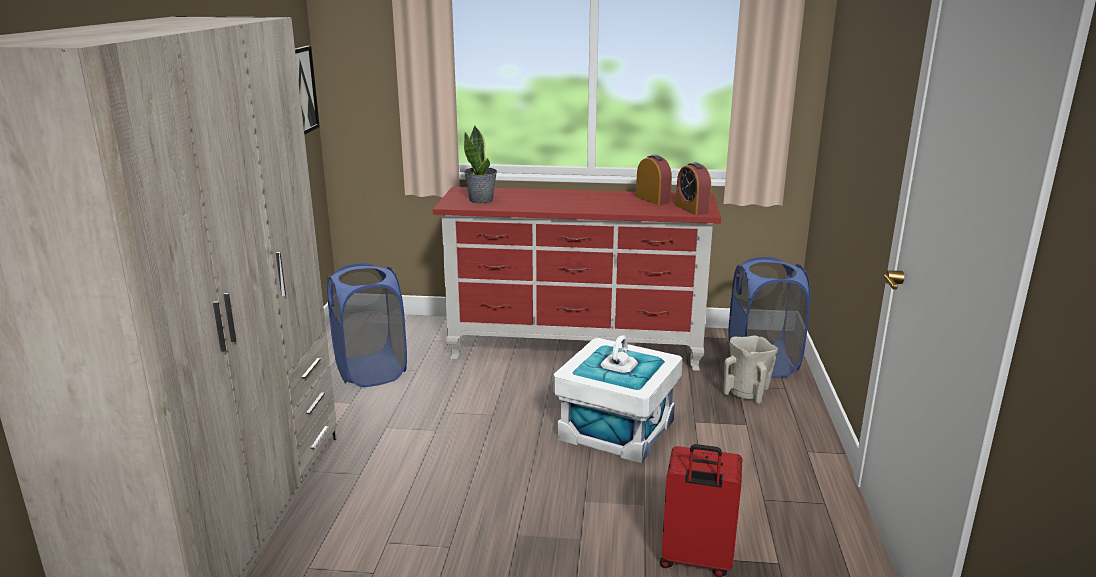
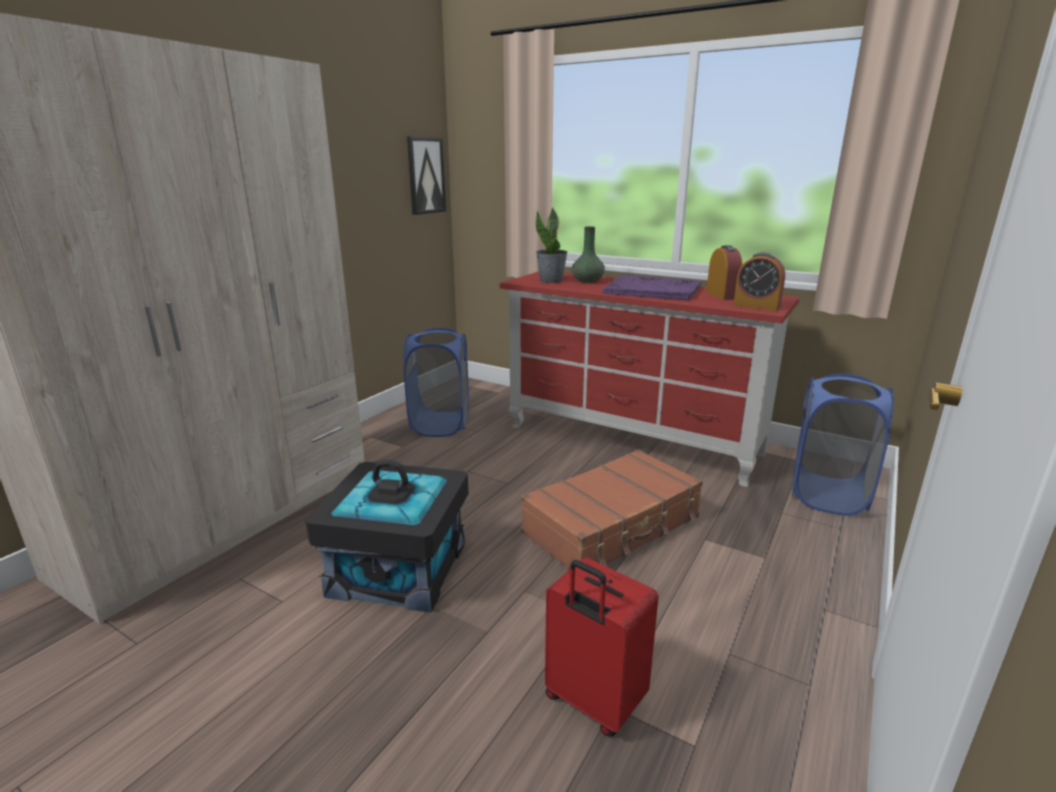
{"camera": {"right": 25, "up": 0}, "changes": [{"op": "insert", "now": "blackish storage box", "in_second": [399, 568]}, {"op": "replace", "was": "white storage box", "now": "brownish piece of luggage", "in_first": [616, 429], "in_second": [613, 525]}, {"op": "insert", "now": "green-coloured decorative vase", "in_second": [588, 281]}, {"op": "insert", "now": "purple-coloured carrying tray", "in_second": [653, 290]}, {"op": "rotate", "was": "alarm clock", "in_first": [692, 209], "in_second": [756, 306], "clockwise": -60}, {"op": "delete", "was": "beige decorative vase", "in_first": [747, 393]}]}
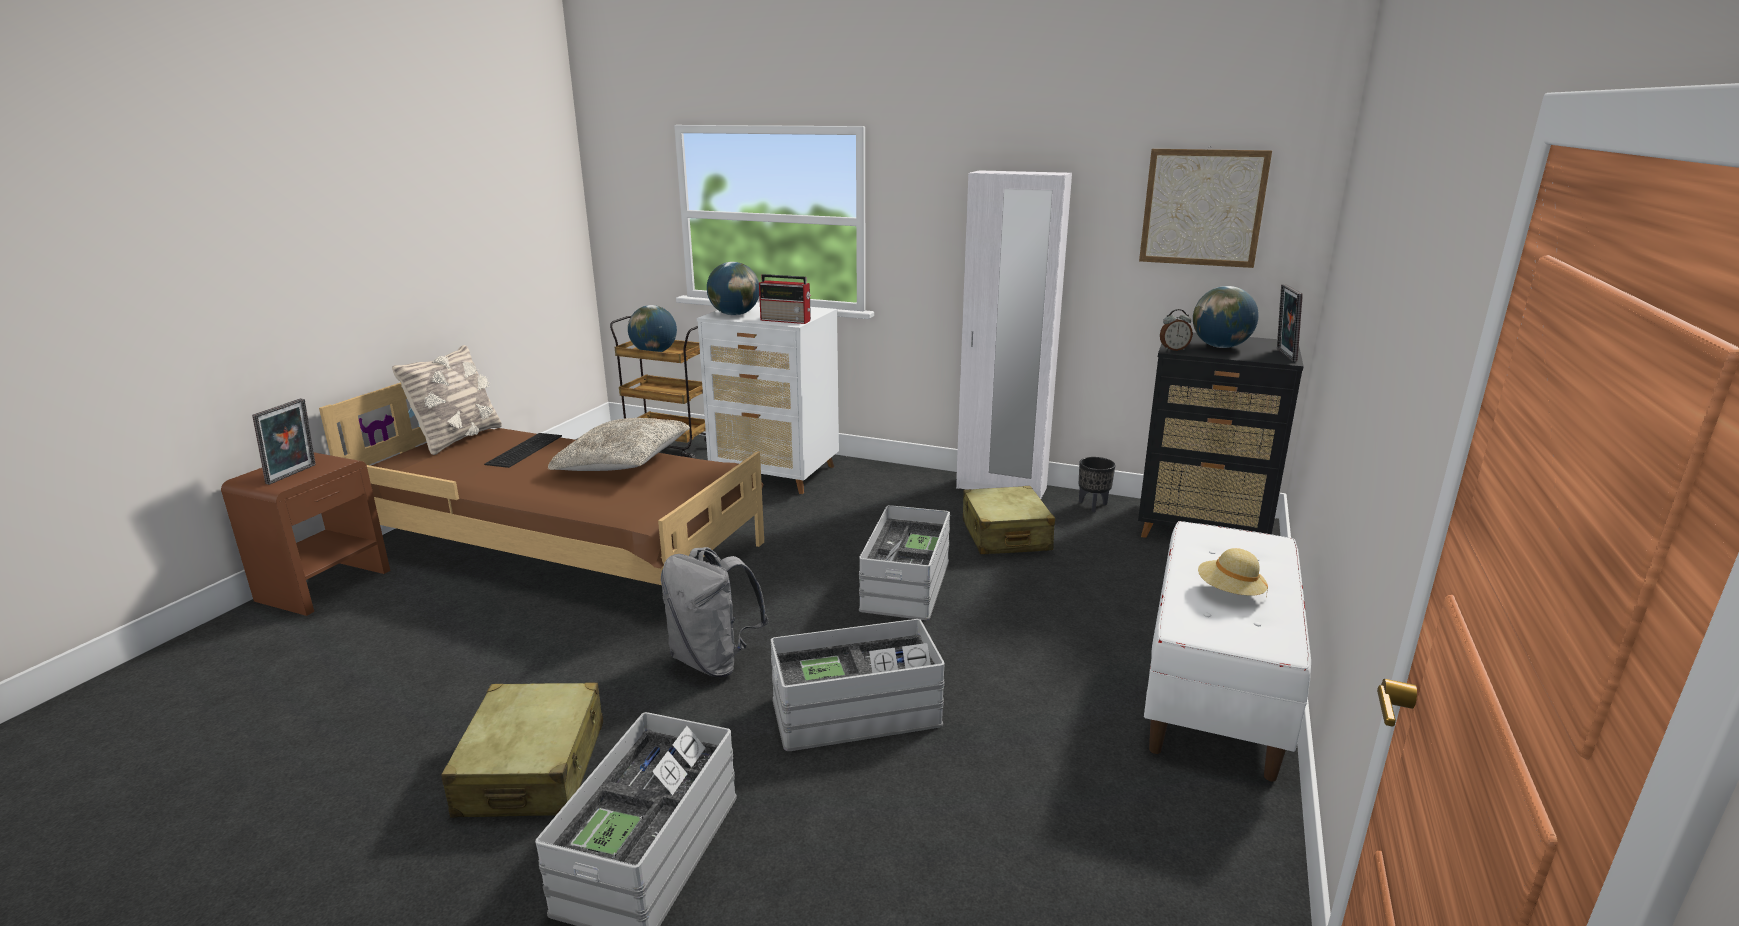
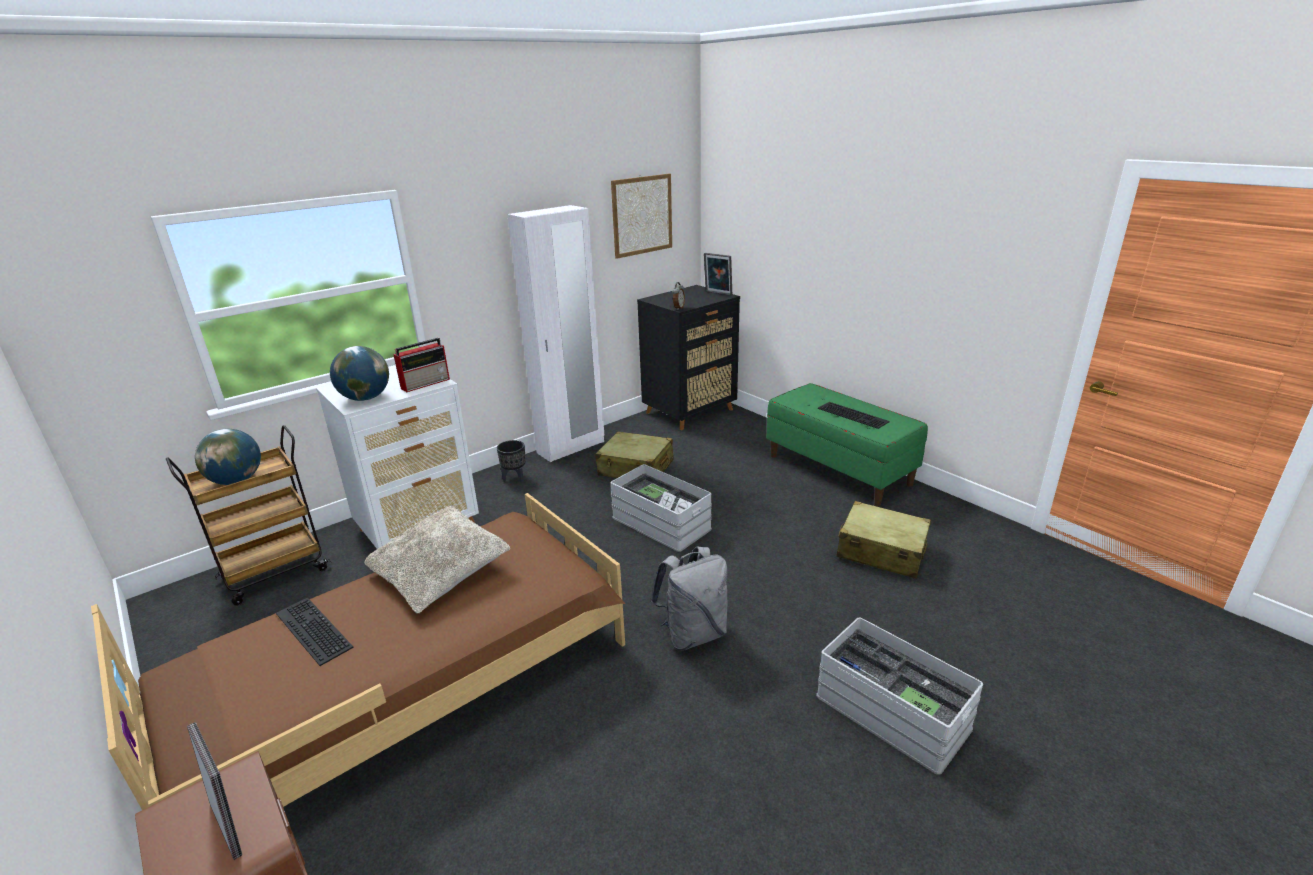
{"camera": {"right": -60, "up": 5}, "changes": [{"op": "move", "was": "blackish plant pot", "in_first": [1093, 506], "in_second": [515, 478]}, {"op": "recolor", "was": "white long seat", "now": "green-coloured long seat", "in_first": [1216, 689], "in_second": [839, 470]}, {"op": "replace", "was": "beige wearable hat", "now": "PC keyboard", "in_first": [1229, 592], "in_second": [854, 415]}, {"op": "move", "was": "beige piece of luggage", "in_first": [533, 769], "in_second": [881, 551]}, {"op": "delete", "was": "beige throw pillow", "in_first": [459, 439]}, {"op": "delete", "was": "grey storage box", "in_first": [856, 710]}, {"op": "delete", "was": "globe", "in_first": [1220, 346]}]}
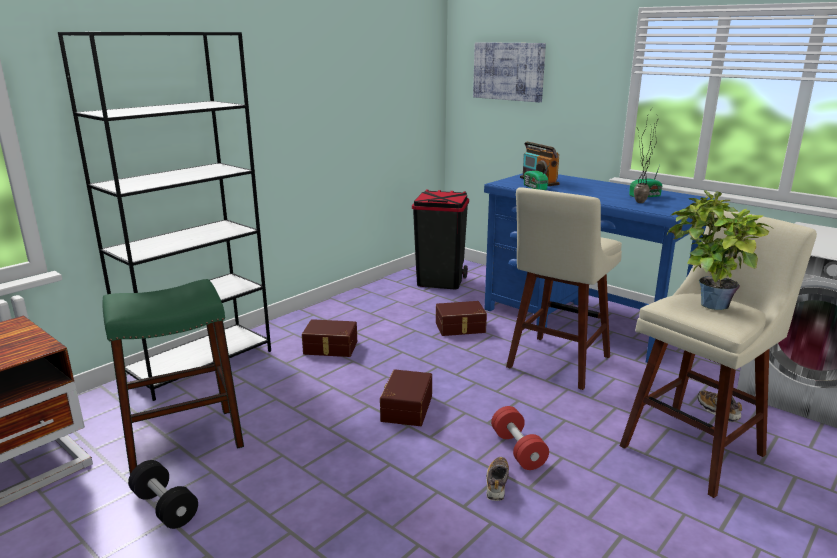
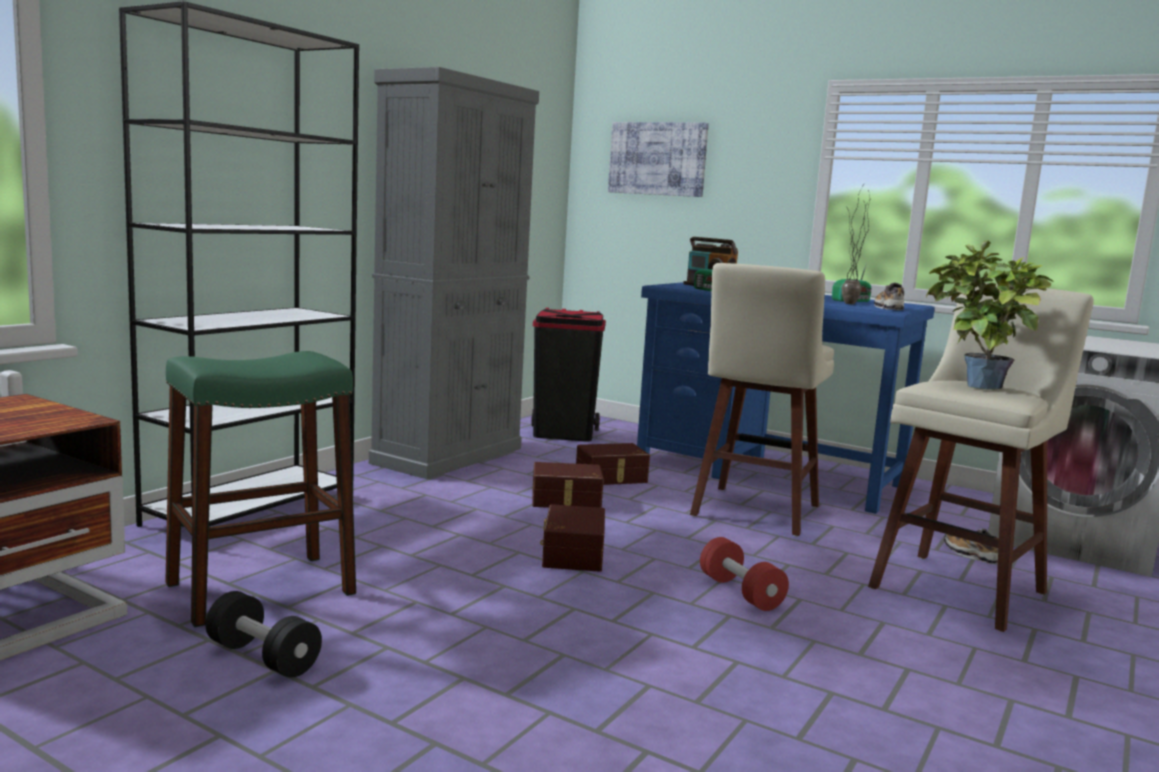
{"camera": {"right": -10, "up": -10}, "changes": [{"op": "insert", "now": "grey cabinet", "in_second": [448, 455]}, {"op": "move", "was": "brownish storage box", "in_first": [330, 348], "in_second": [566, 501]}, {"op": "move", "was": "shoe", "in_first": [497, 484], "in_second": [888, 308]}]}
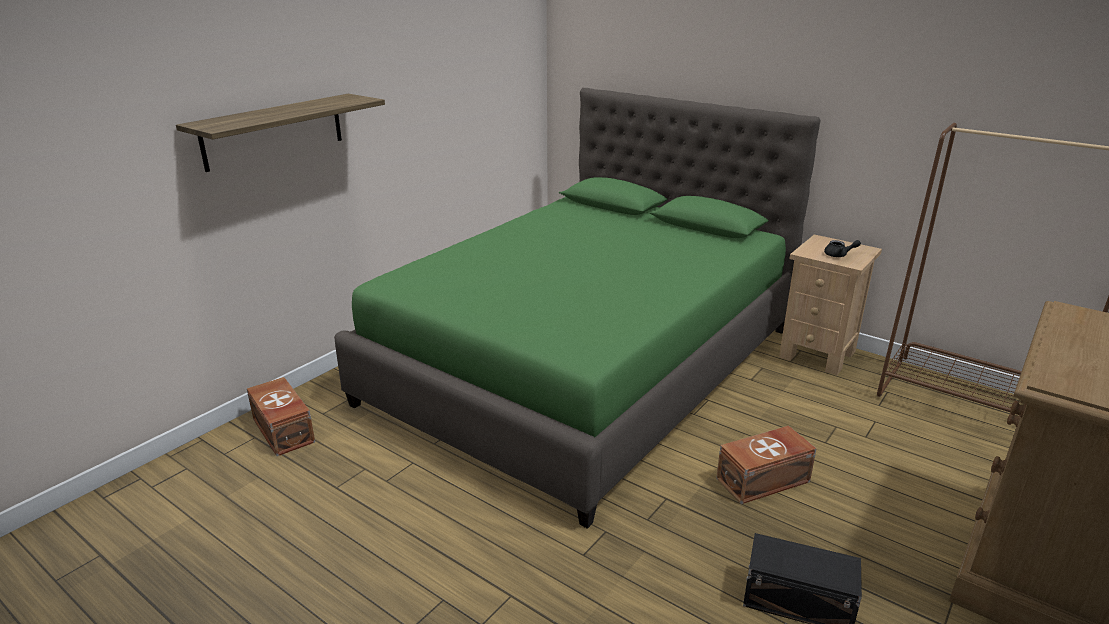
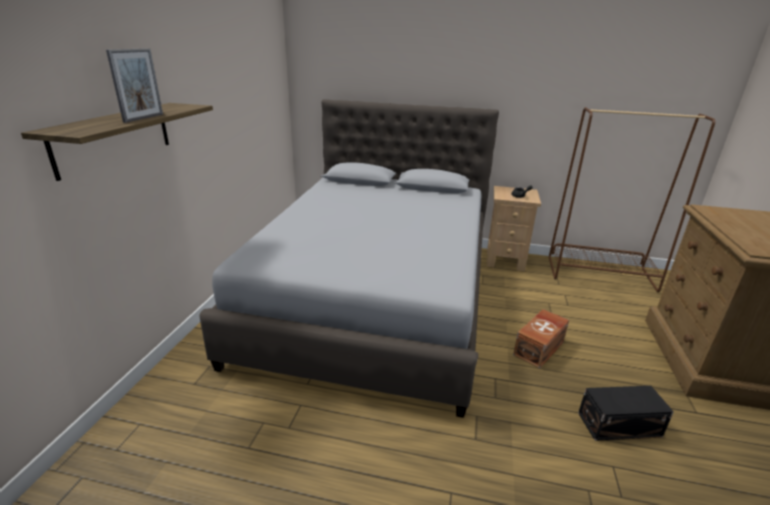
{"camera": {"right": -25, "up": 0}, "changes": [{"op": "insert", "now": "standing frame", "in_second": [144, 118]}, {"op": "recolor", "was": "green-coloured bedroom bed", "now": "grey bedroom bed", "in_first": [586, 364], "in_second": [376, 295]}, {"op": "delete", "was": "brownish storage box", "in_first": [282, 431]}]}
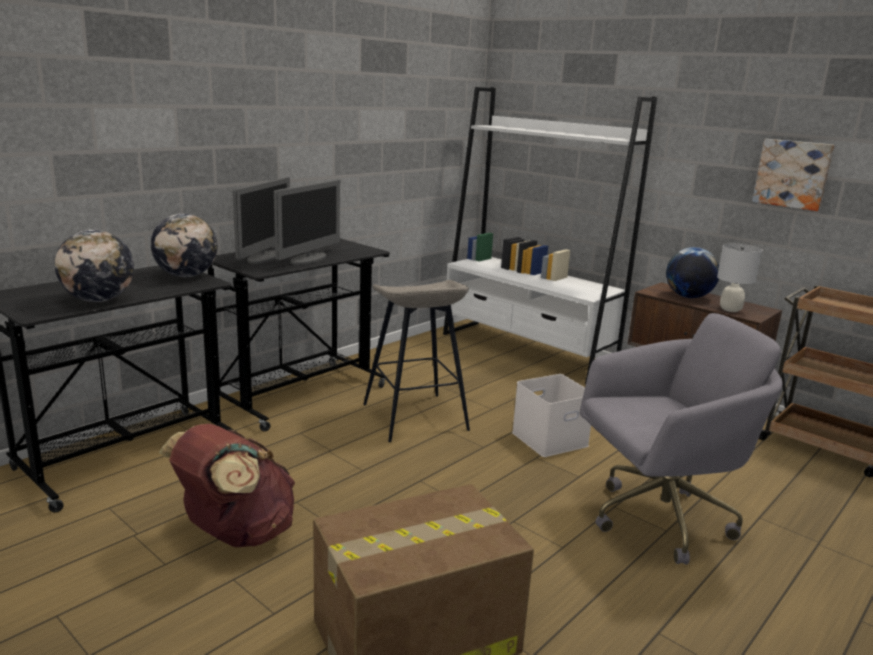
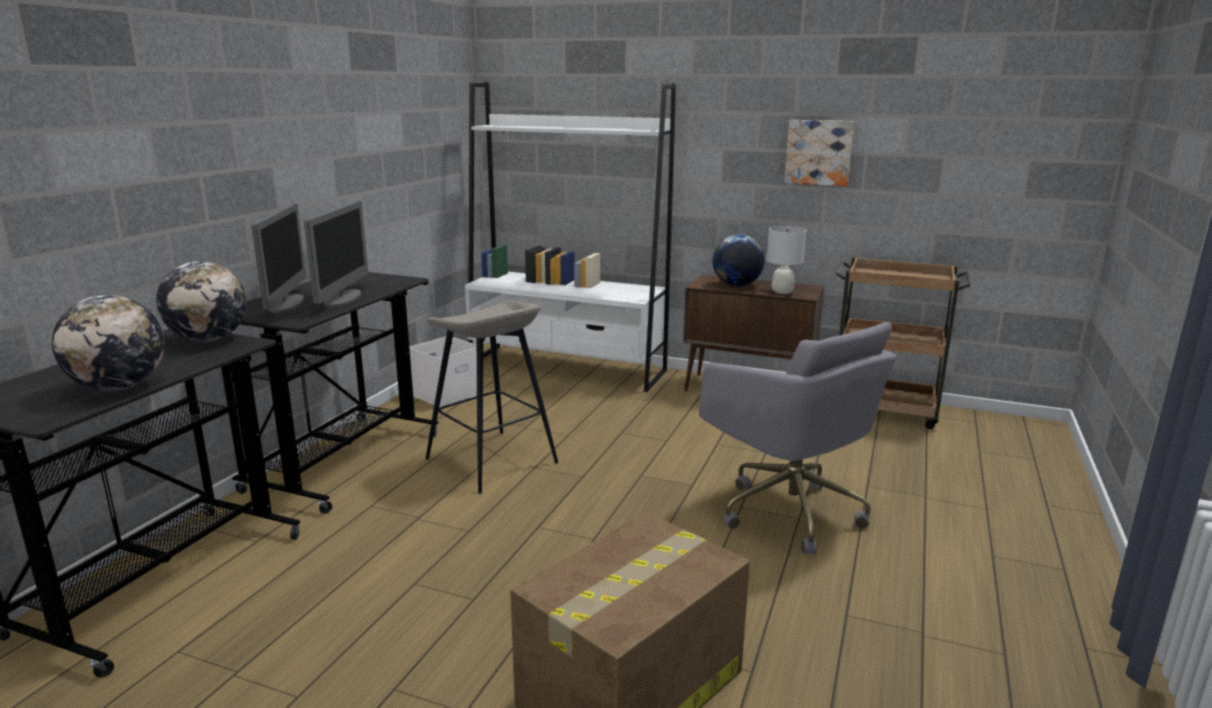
{"camera": {"right": -20, "up": 0}, "changes": [{"op": "move", "was": "white storage box", "in_first": [550, 438], "in_second": [447, 394]}, {"op": "rotate", "was": "grey office chair", "in_first": [655, 522], "in_second": [785, 512], "clockwise": 90}, {"op": "delete", "was": "brownish knapsack", "in_first": [235, 534]}]}
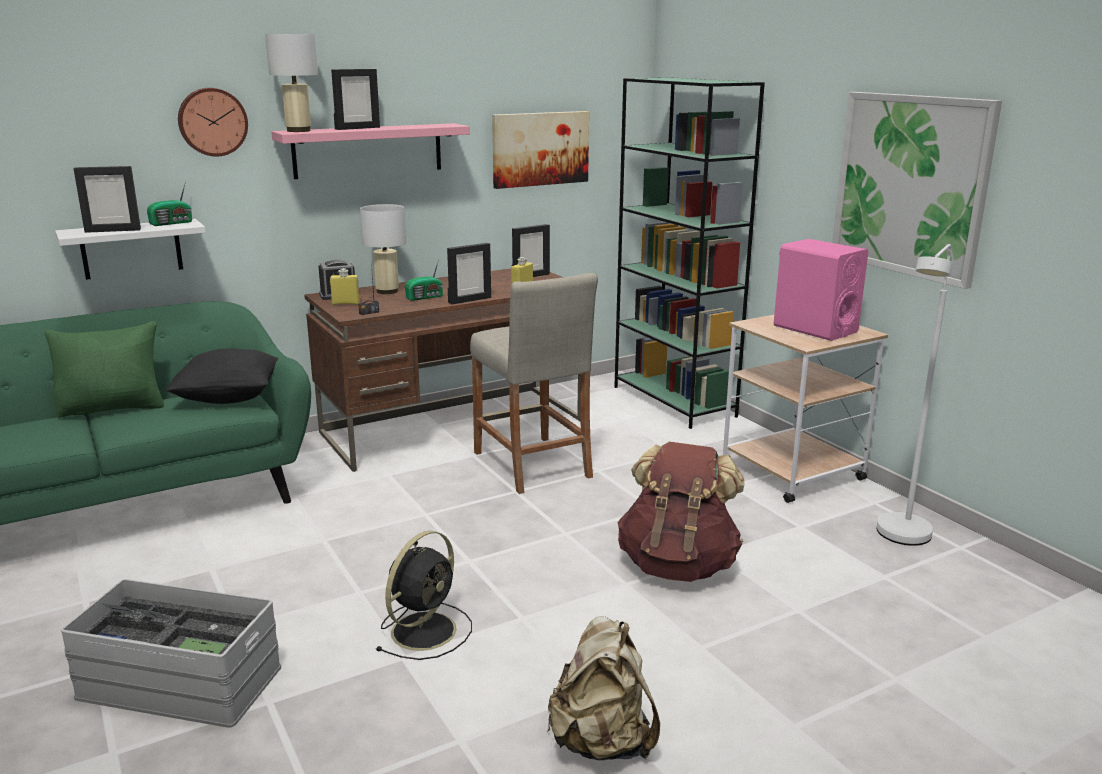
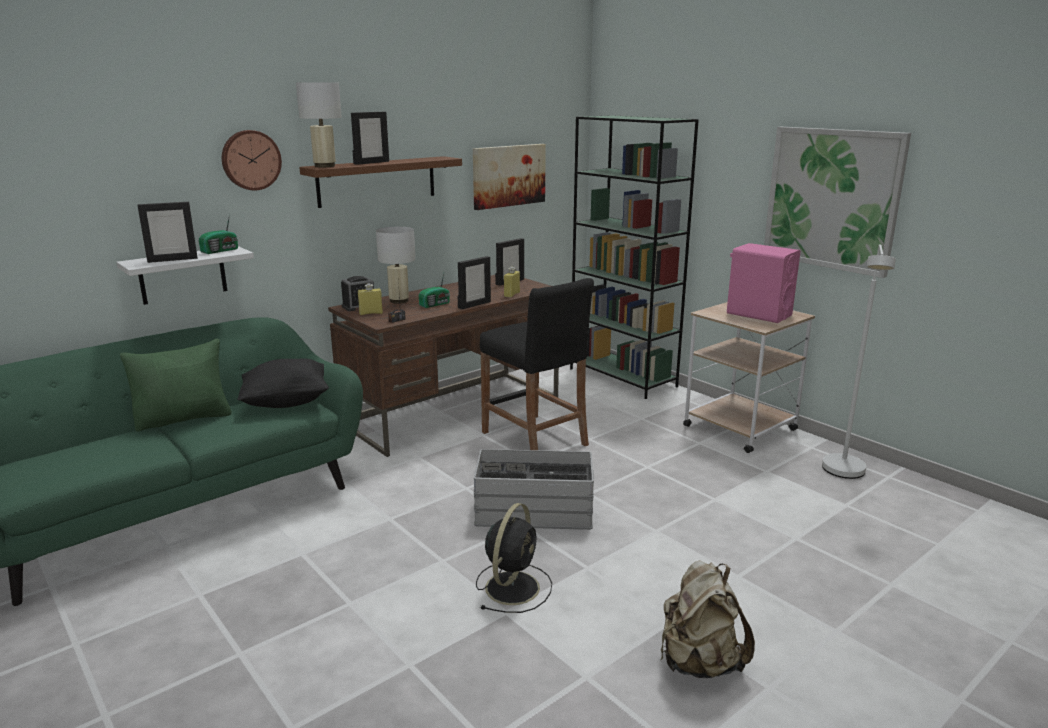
{"camera": {"right": -10, "up": 0}, "changes": [{"op": "recolor", "was": "pinkish bracket shelf", "now": "brownish bracket shelf", "in_first": [368, 150], "in_second": [377, 181]}, {"op": "move", "was": "grey storage box", "in_first": [178, 683], "in_second": [533, 511]}, {"op": "recolor", "was": "beige sitting stool", "now": "blackish sitting stool", "in_first": [532, 464], "in_second": [534, 438]}, {"op": "delete", "was": "brownish knapsack", "in_first": [678, 565]}]}
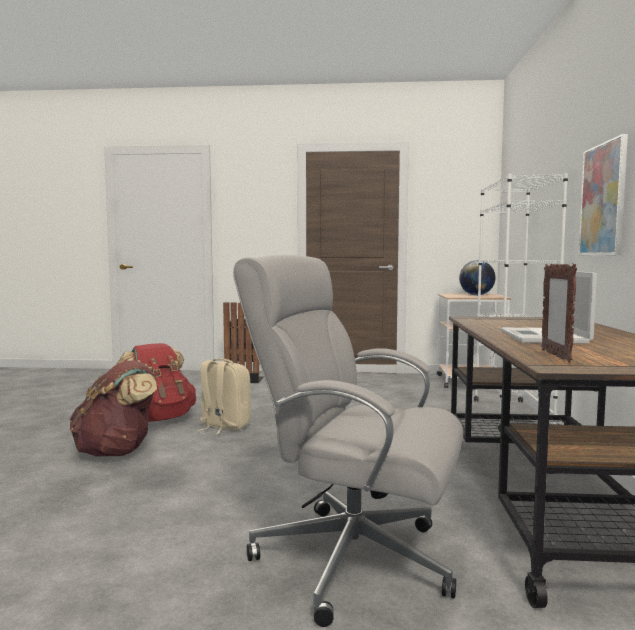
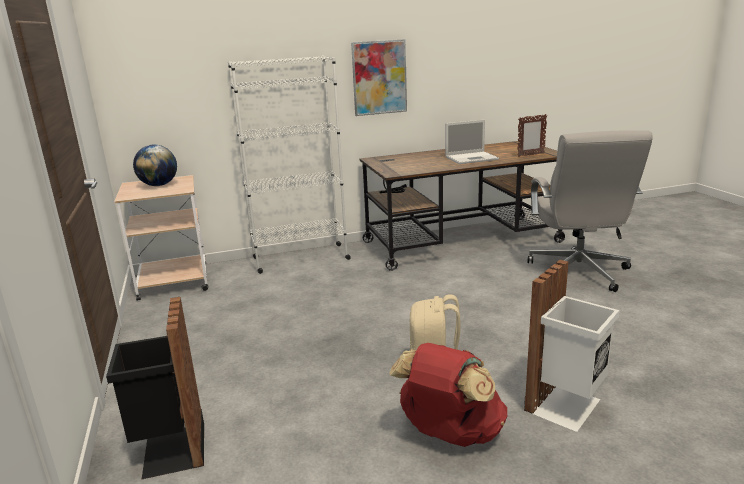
{"camera": {"right": -110, "up": 15}, "changes": [{"op": "replace", "was": "brownish knapsack", "now": "white waste bin", "in_first": [117, 451], "in_second": [566, 406]}]}
